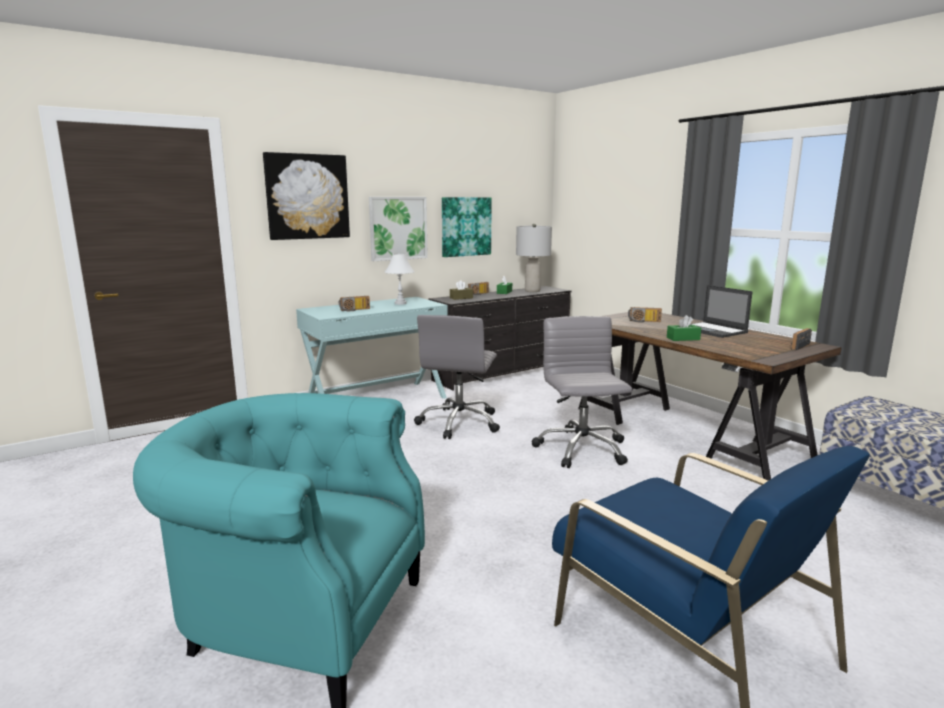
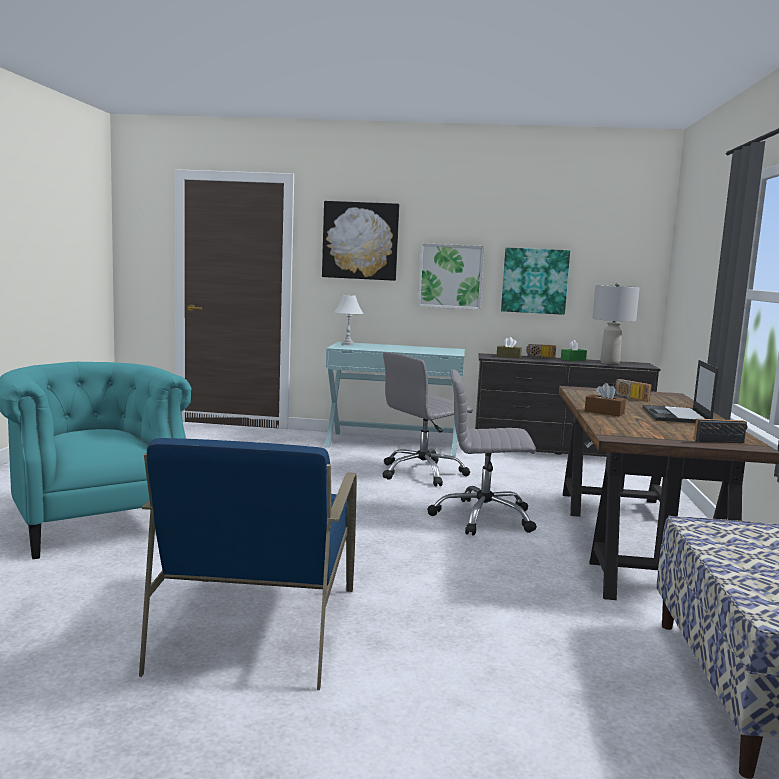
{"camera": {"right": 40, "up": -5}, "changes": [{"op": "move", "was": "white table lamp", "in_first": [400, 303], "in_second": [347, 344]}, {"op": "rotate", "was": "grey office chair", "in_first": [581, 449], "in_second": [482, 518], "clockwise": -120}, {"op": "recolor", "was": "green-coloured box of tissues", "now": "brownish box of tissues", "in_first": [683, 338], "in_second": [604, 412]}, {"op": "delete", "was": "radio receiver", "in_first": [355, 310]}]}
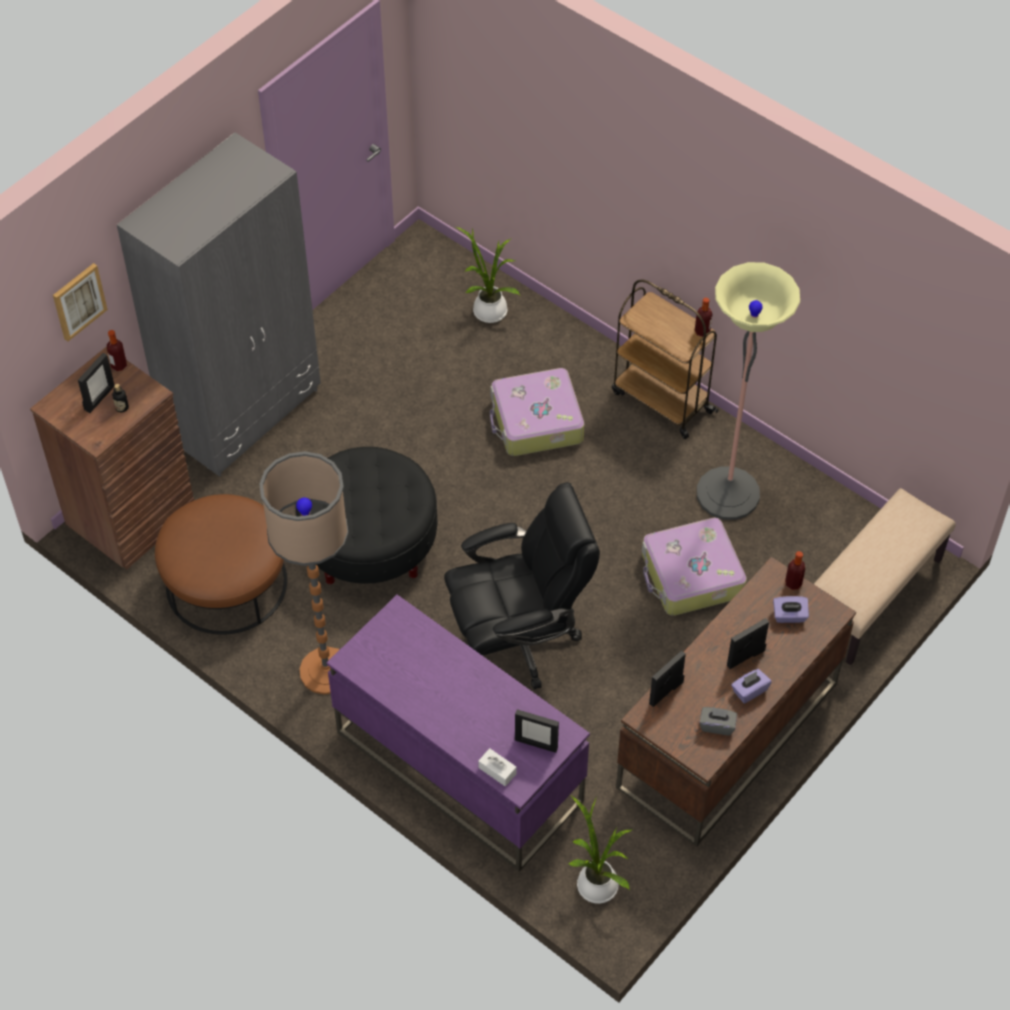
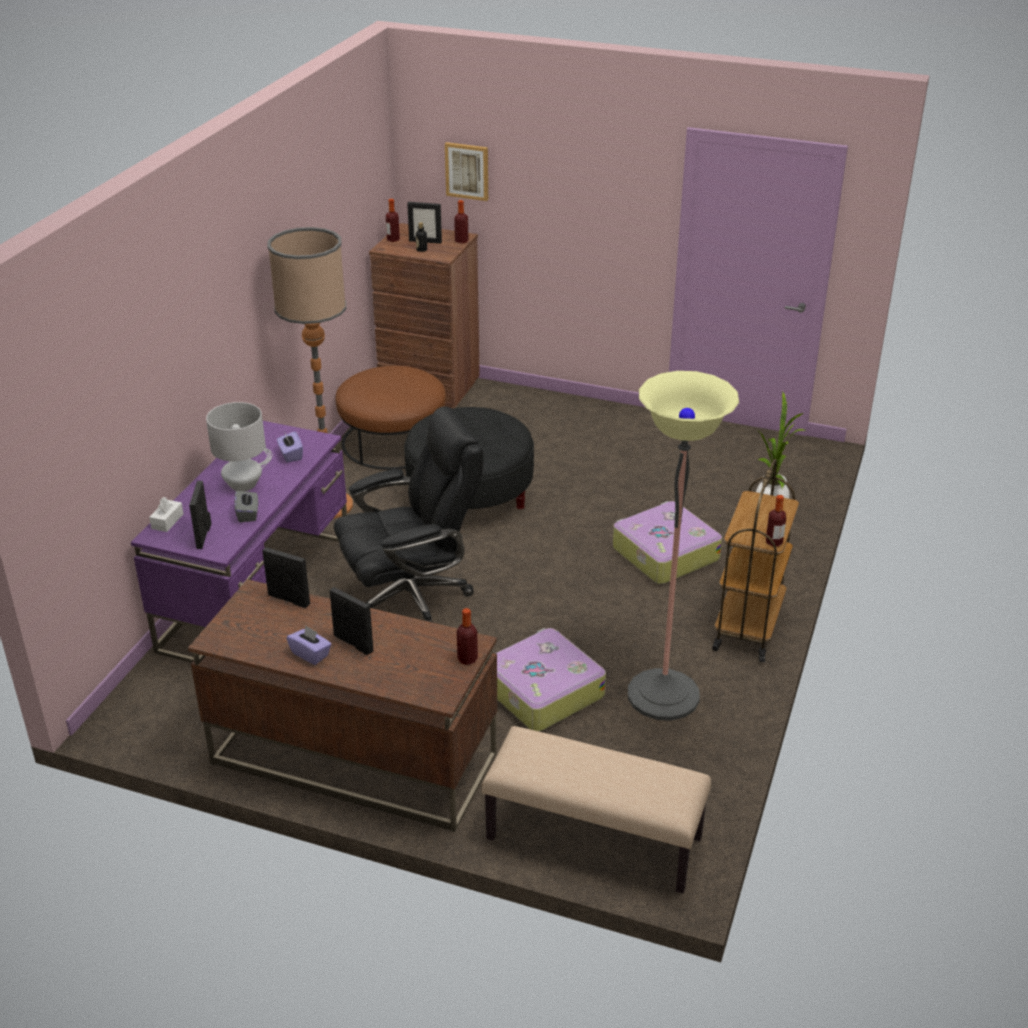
{"camera": {"right": 70, "up": -20}, "changes": [{"op": "insert", "now": "white table lamp", "in_second": [247, 474]}, {"op": "move", "was": "grey box of tissues", "in_first": [717, 726], "in_second": [248, 514]}, {"op": "move", "was": "purple-coloured box of tissues", "in_first": [789, 616], "in_second": [290, 455]}, {"op": "rotate", "was": "blackish office chair", "in_first": [518, 637], "in_second": [411, 597], "clockwise": -75}, {"op": "insert", "now": "drink bottle", "in_second": [393, 239]}, {"op": "delete", "was": "grey armoire", "in_first": [244, 414]}, {"op": "delete", "was": "plant in a pot", "in_first": [595, 883]}]}
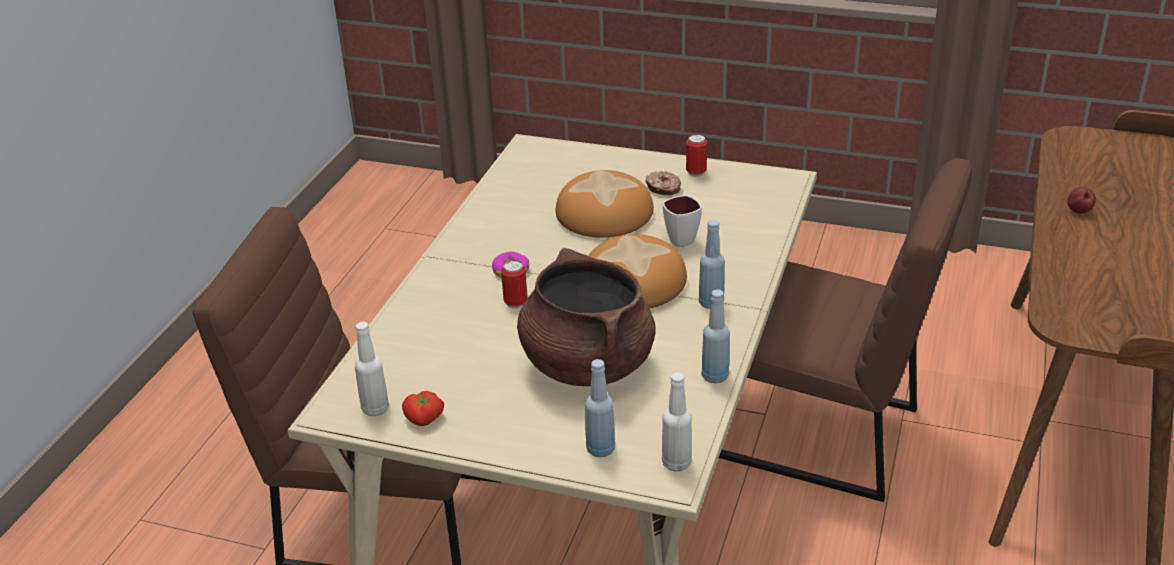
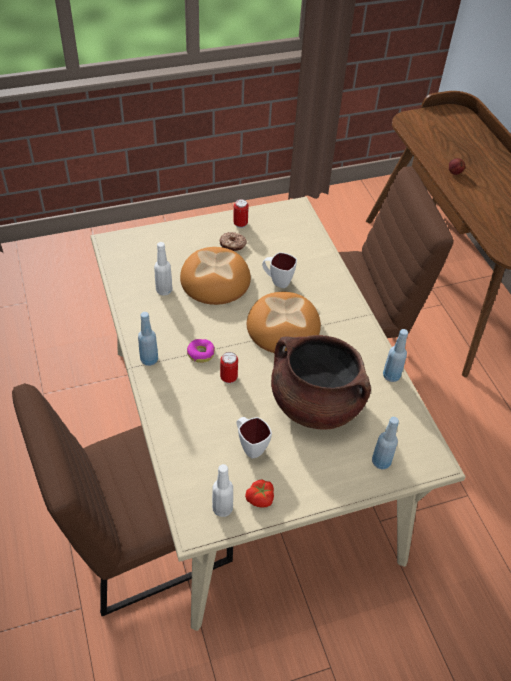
{"camera": {"right": -40, "up": 15}, "changes": [{"op": "move", "was": "blue drink bottle", "in_first": [711, 303], "in_second": [149, 359]}, {"op": "move", "was": "white drink bottle", "in_first": [676, 463], "in_second": [164, 290]}, {"op": "insert", "now": "white coffee mug", "in_second": [250, 446]}]}
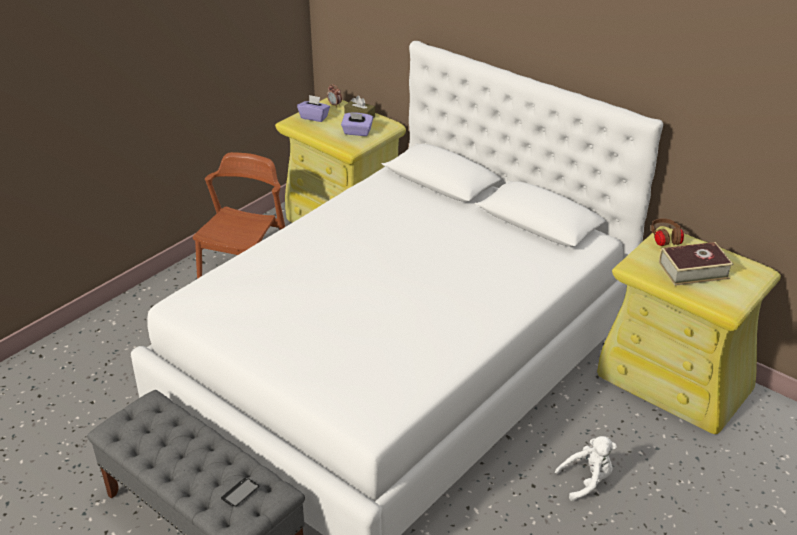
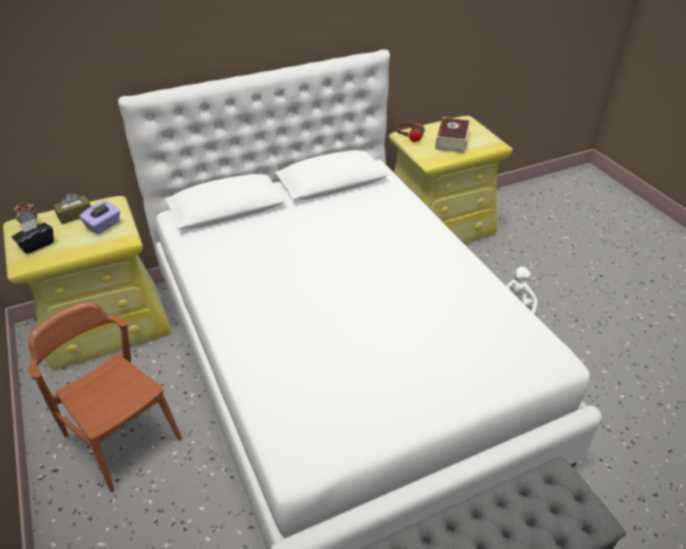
{"camera": {"right": -65, "up": 5}, "changes": [{"op": "recolor", "was": "purple-coloured box of tissues", "now": "blackish box of tissues", "in_first": [314, 117], "in_second": [37, 244]}, {"op": "delete", "was": "telephone", "in_first": [240, 493]}]}
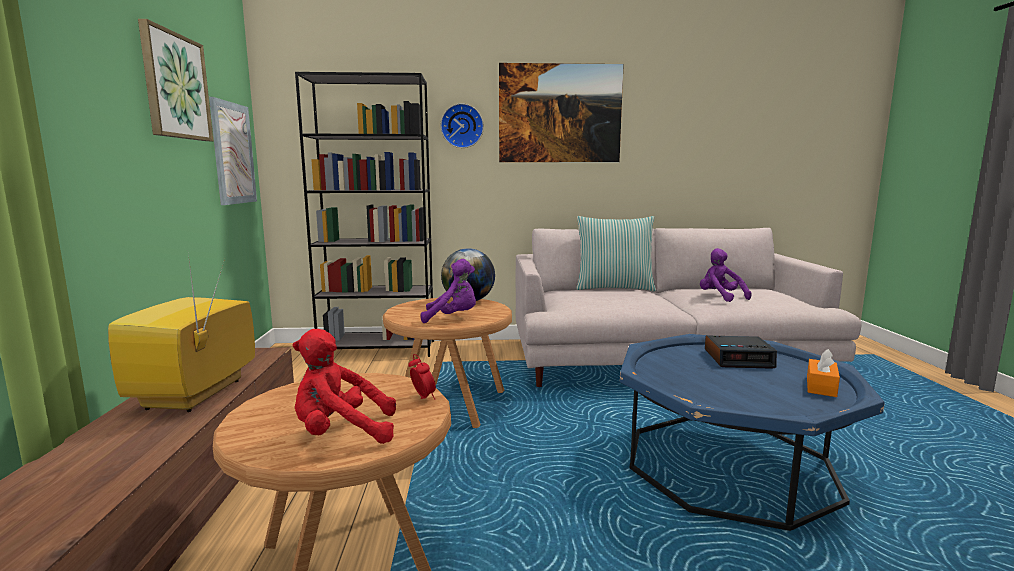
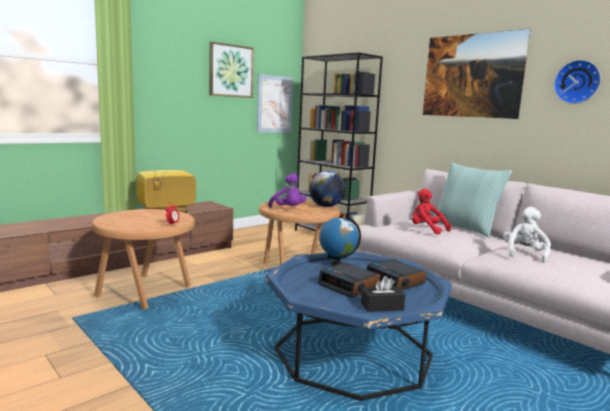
{"camera": {"right": 50, "up": 0}, "changes": [{"op": "insert", "now": "alarm clock", "in_second": [349, 286]}, {"op": "insert", "now": "globe", "in_second": [337, 264]}, {"op": "recolor", "was": "orange-coloured box of tissues", "now": "blackish box of tissues", "in_first": [821, 386], "in_second": [382, 306]}, {"op": "move", "was": "red-coloured cuddly toy", "in_first": [341, 433], "in_second": [426, 230]}, {"op": "recolor", "was": "purple-coloured cuddly toy", "now": "white cuddly toy", "in_first": [720, 297], "in_second": [524, 254]}, {"op": "move", "was": "clock on the wall", "in_first": [462, 126], "in_second": [577, 82]}]}
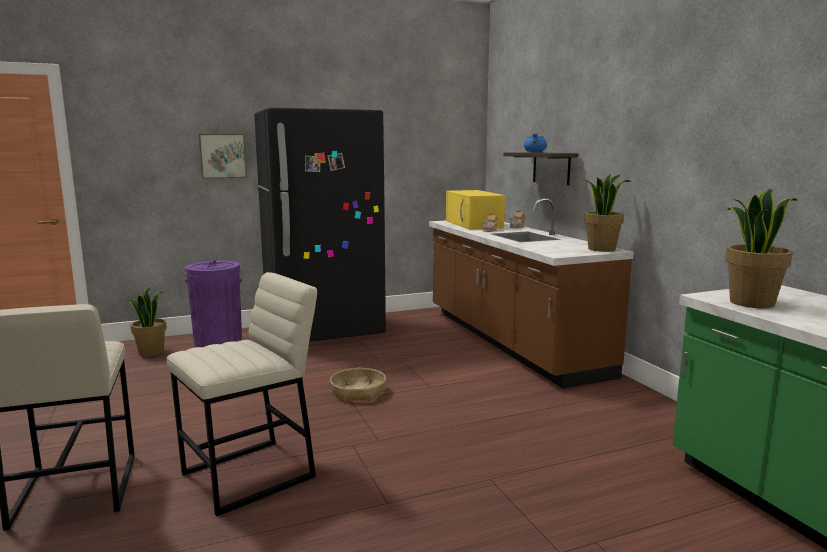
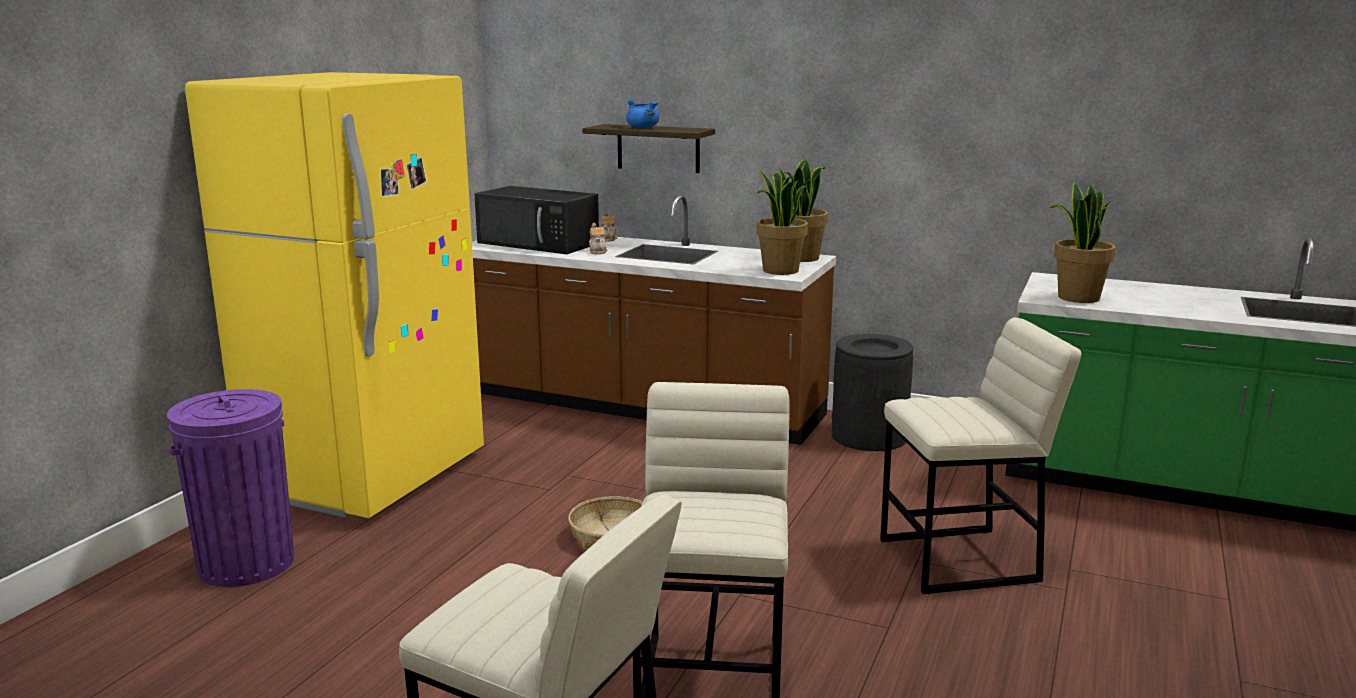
{"camera": {"right": -45, "up": 5}, "changes": [{"op": "recolor", "was": "blackish refrigerator", "now": "yellow-coloured refrigerator", "in_first": [324, 331], "in_second": [369, 476]}, {"op": "recolor", "was": "yellow-coloured microwave oven", "now": "blackish microwave oven", "in_first": [474, 224], "in_second": [540, 243]}, {"op": "move", "was": "plant in a pot", "in_first": [151, 352], "in_second": [779, 270]}, {"op": "insert", "now": "blackish waste bin", "in_second": [868, 436]}, {"op": "insert", "now": "beige plain chair", "in_second": [962, 559]}, {"op": "delete", "was": "wall art", "in_first": [222, 156]}]}
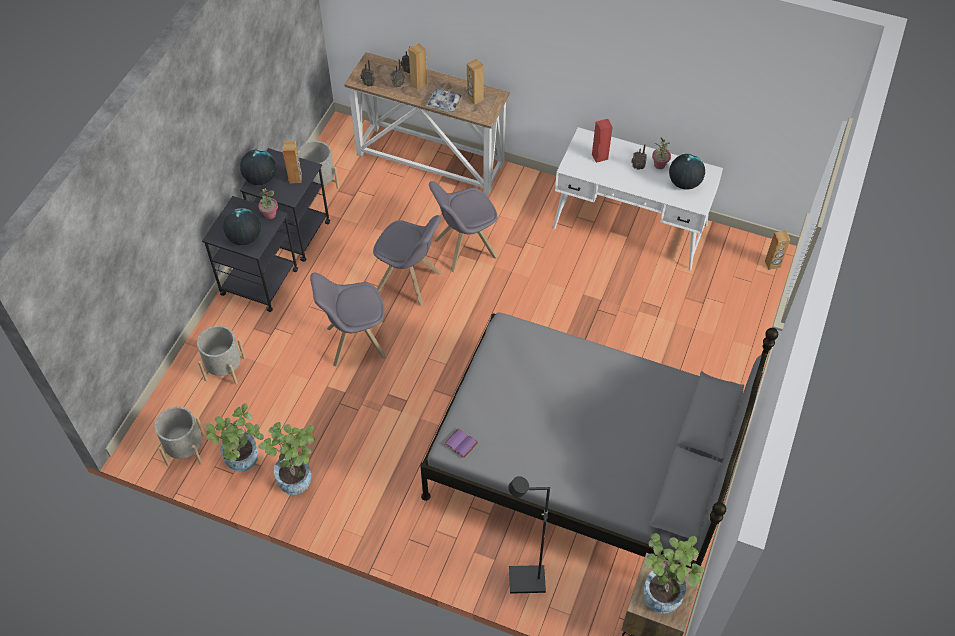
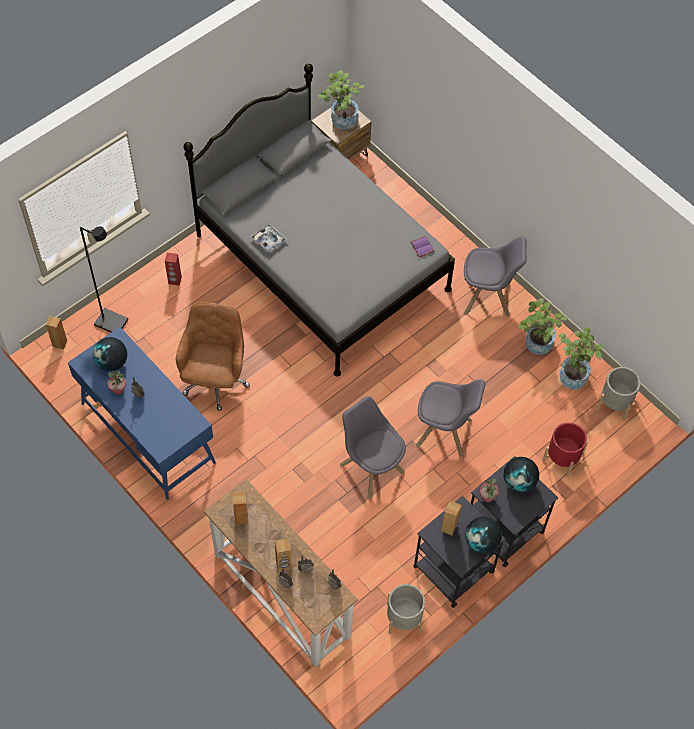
{"camera": {"right": -155, "up": 5}, "changes": [{"op": "recolor", "was": "white desk table", "now": "blue desk table", "in_first": [630, 227], "in_second": [148, 432]}, {"op": "move", "was": "blackish standing lamp", "in_first": [526, 581], "in_second": [112, 322]}, {"op": "move", "was": "red-coloured audio speaker", "in_first": [599, 156], "in_second": [175, 280]}, {"op": "insert", "now": "brownish office chair", "in_second": [215, 381]}, {"op": "move", "was": "carrying tray", "in_first": [444, 103], "in_second": [268, 240]}, {"op": "move", "was": "grey plain chair", "in_first": [464, 248], "in_second": [487, 297]}, {"op": "recolor", "was": "grey plant pot", "now": "red-coloured plant pot", "in_first": [225, 368], "in_second": [562, 458]}]}
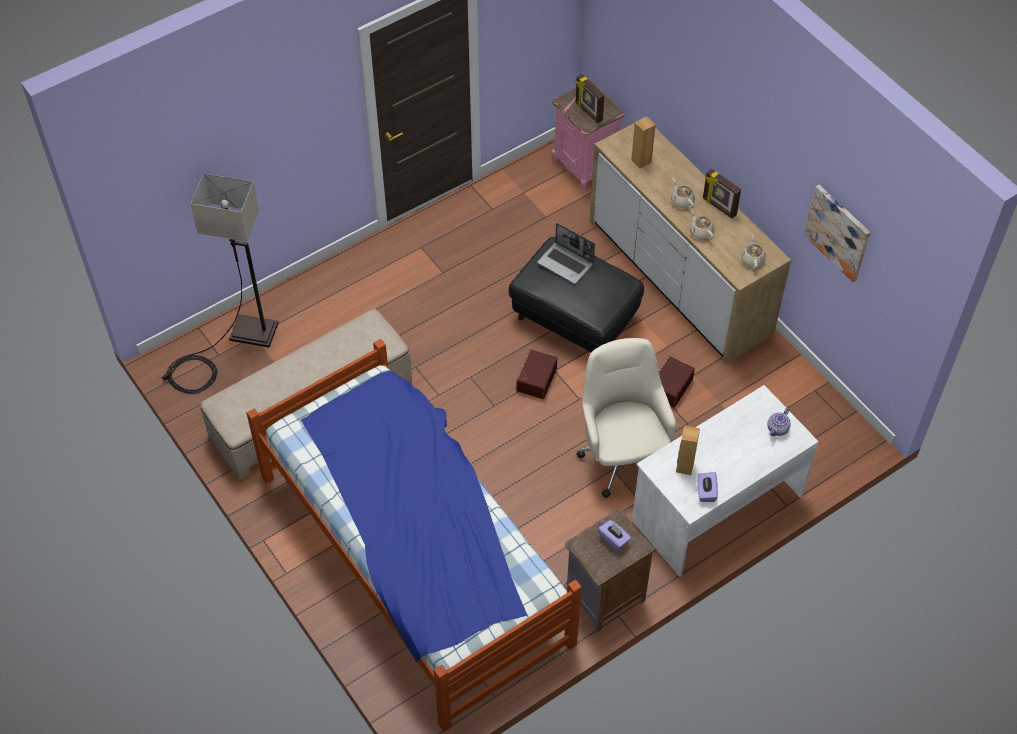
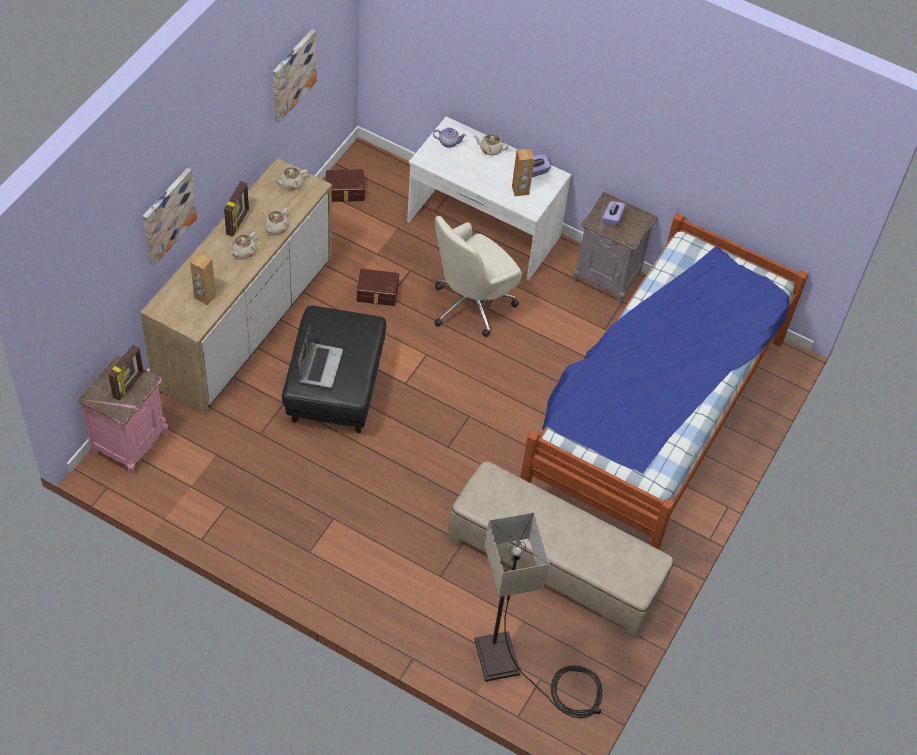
{"camera": {"right": -120, "up": 0}, "changes": [{"op": "insert", "now": "wall art", "in_second": [168, 215]}, {"op": "move", "was": "brownish storage box", "in_first": [535, 379], "in_second": [345, 192]}, {"op": "insert", "now": "beige teapot", "in_second": [490, 149]}]}
